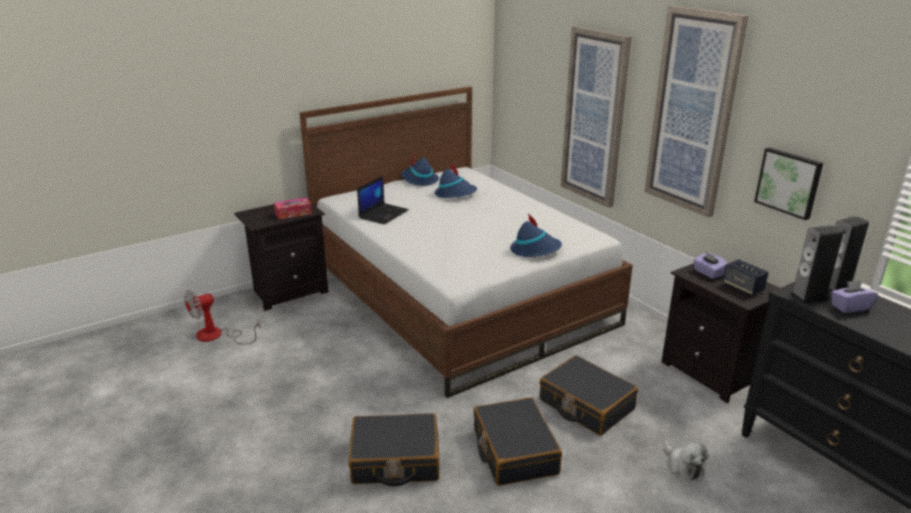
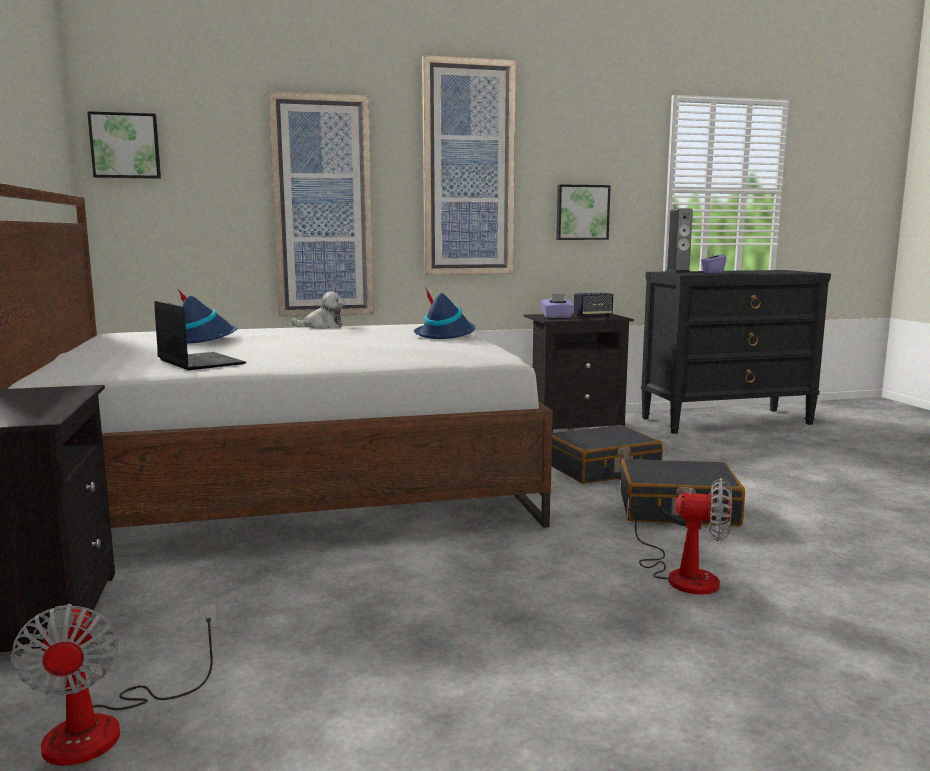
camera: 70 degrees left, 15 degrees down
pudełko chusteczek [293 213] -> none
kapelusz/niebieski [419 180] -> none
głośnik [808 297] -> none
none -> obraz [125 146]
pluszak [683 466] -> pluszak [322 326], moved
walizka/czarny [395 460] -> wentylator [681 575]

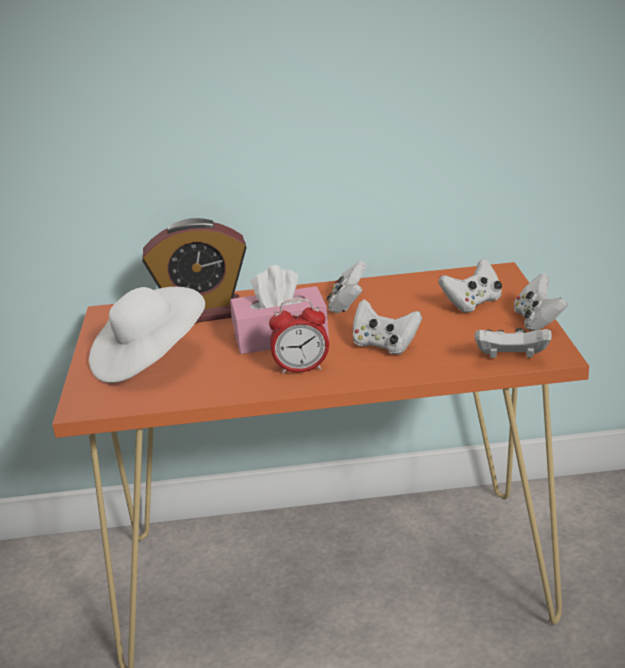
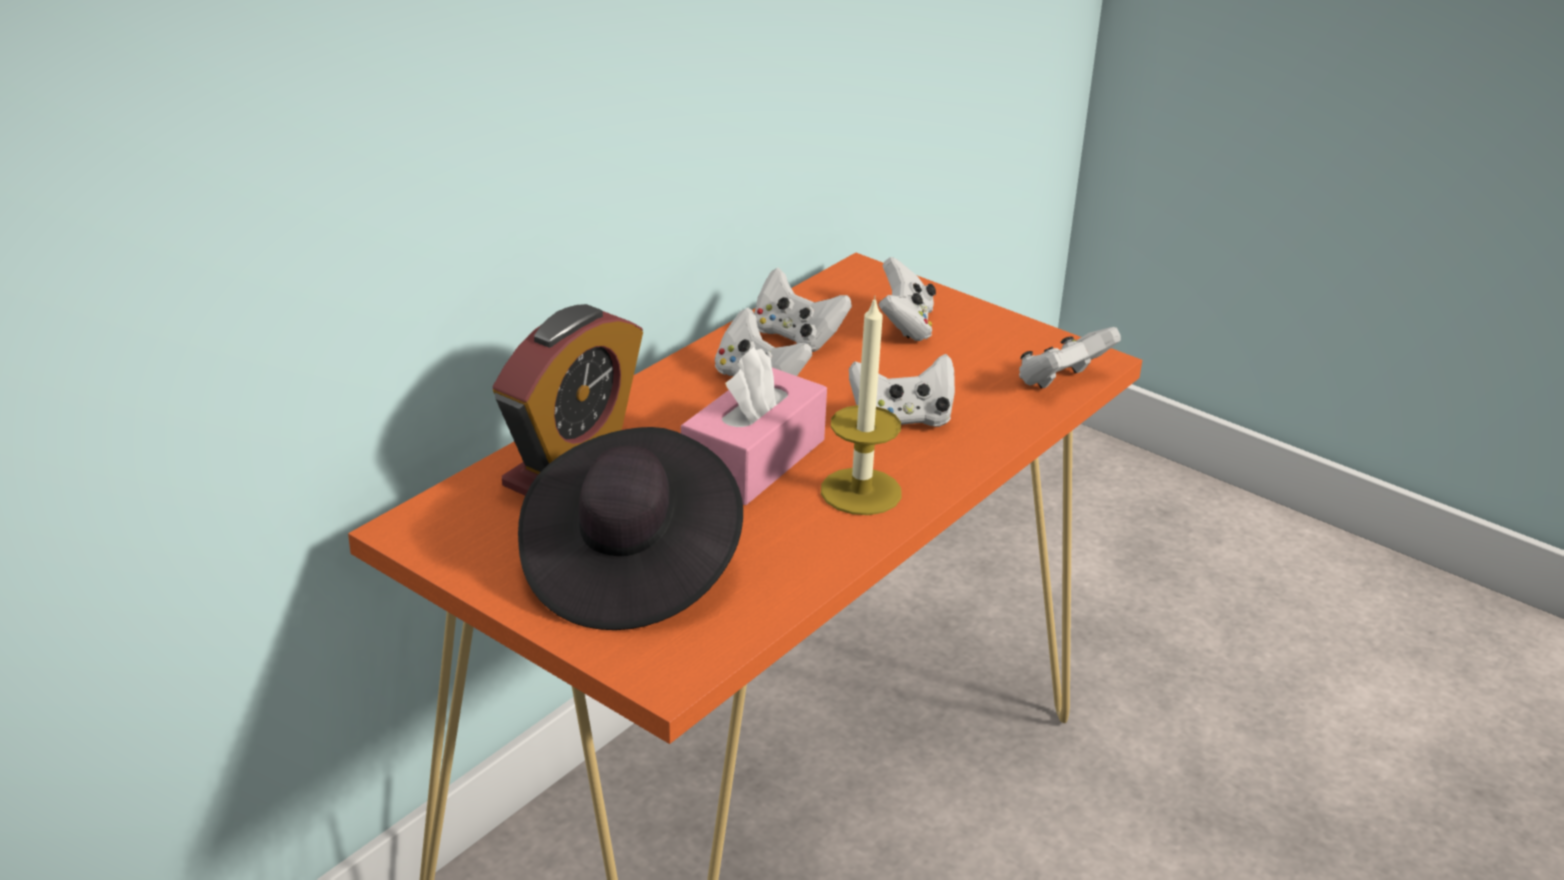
camera: 50 degrees left, 5 degrees up
pad do gier/biały [537 321] -> pad do gier/biały [796 337], moved
budzik [301 369] -> świeca [861 491]
kapelusz/biały [149 359] -> kapelusz/czarny [629 569]

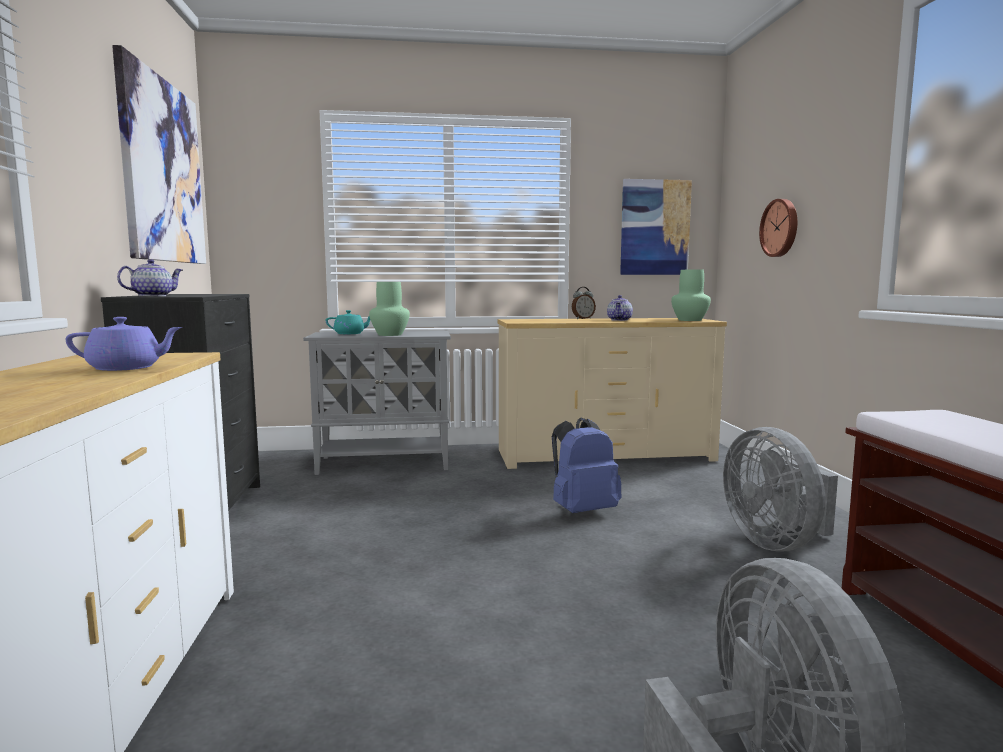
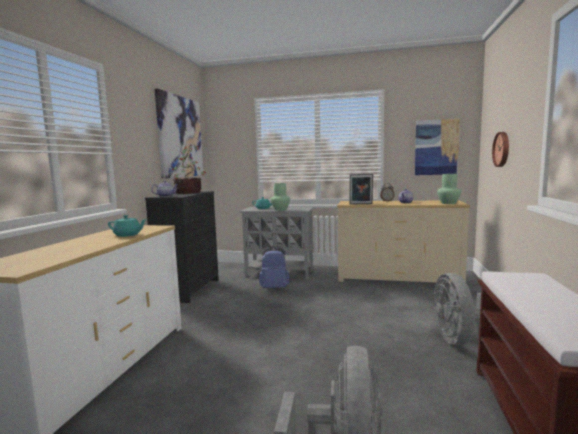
camera: 20 degrees right, 0 degrees up
none -> roślina doniczkowa [189 192]
none -> ramka na zdjęcie [361 204]
plecak/niebieski [582 510] -> plecak/niebieski [274 288], moved
imbryk/fioletowy [127 368] -> imbryk/turkusowy [128 235]

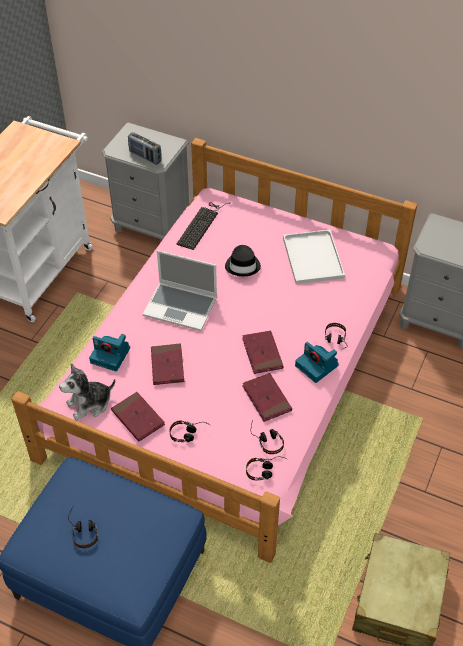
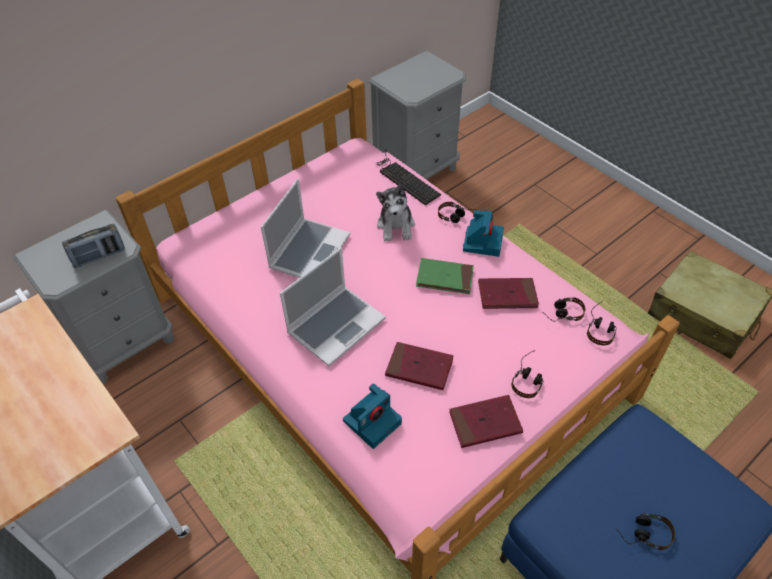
camera: 65 degrees left, 0 degrees up
taca/biały [312 257] -> none
pluszak [89 404] -> pluszak [396 226], moved
klawiatura [201 224] -> klawiatura [404 178], moved
kapelusz/czarny [243 265] -> laptop [309 251]
książka/czerwony [262 353] -> książka/zielony [444 278]
aparat fotograficzny [317 366] -> aparat fotograficzny [482 241], 60 degrees counterclockwise

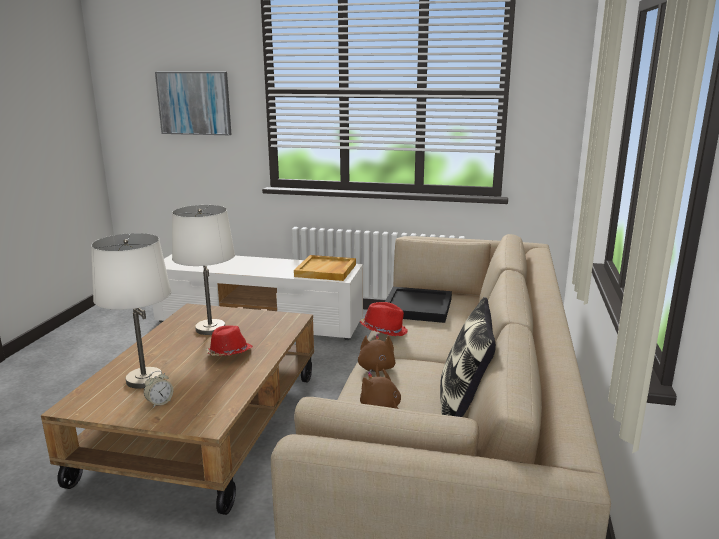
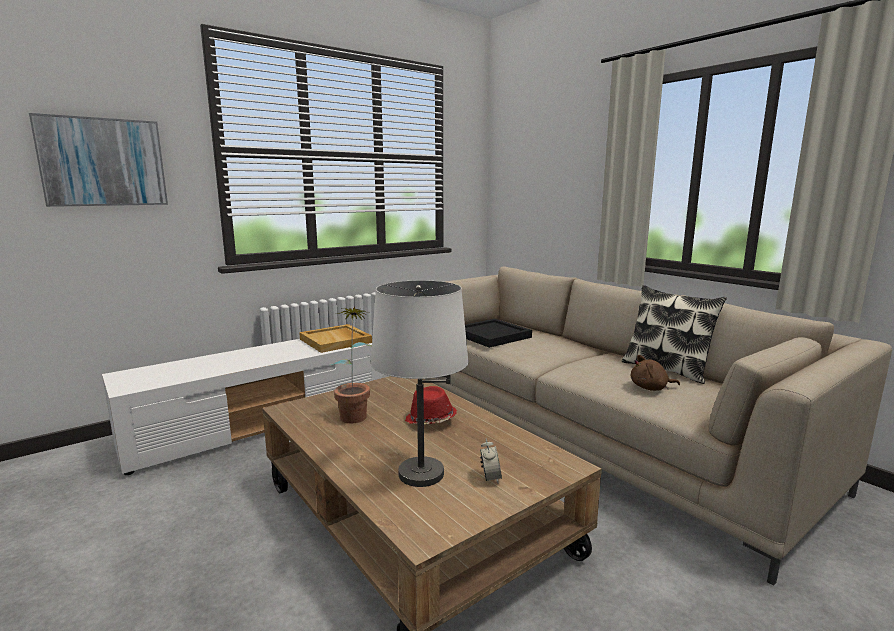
camera: 50 degrees left, 5 degrees down
pluszak/brązowy [376 369] -> none
kapelusz/czerwony [383 330] -> none
lampa stołowa/biały [210 328] -> roślina doniczkowa [355 414]

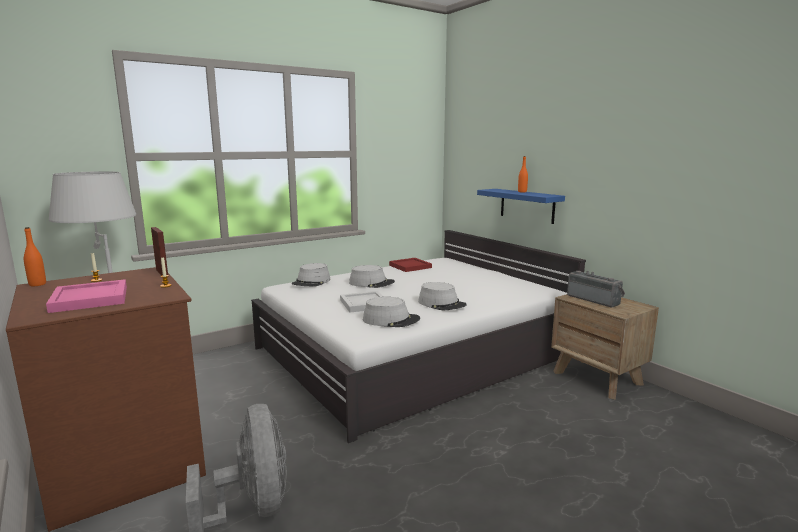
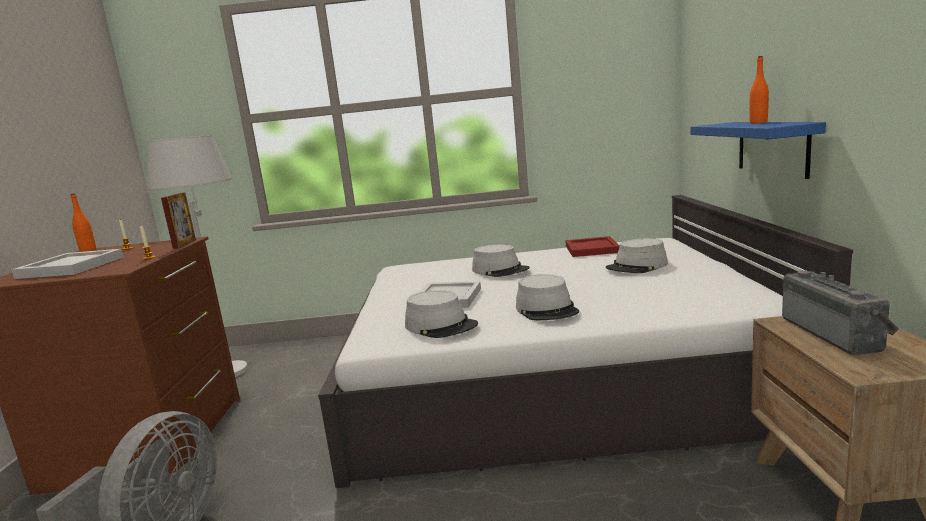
camera: 35 degrees right, 0 degrees up
kapelusz/szary [311 282] -> kapelusz/szary [637 266], moved
taca/różowy [89 299] -> taca/biały [71 267]

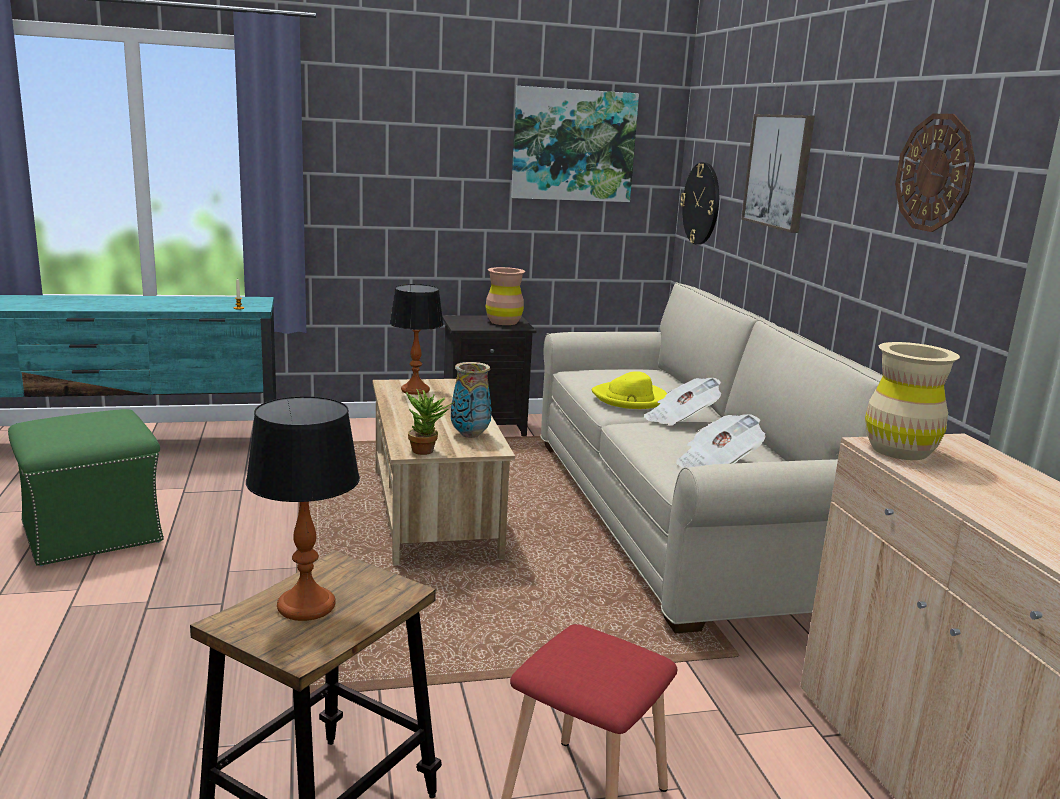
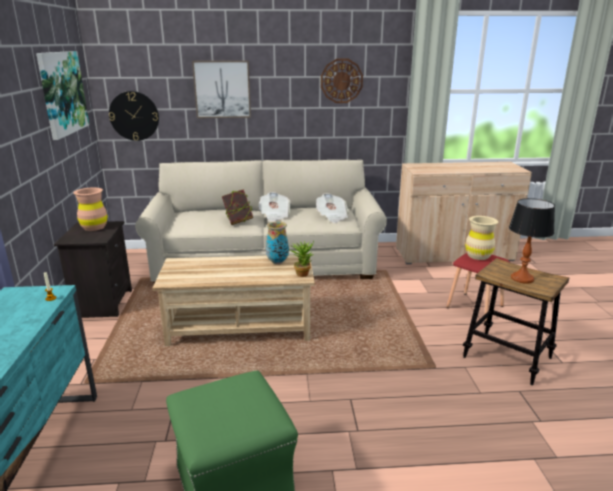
camera: 80 degrees left, 5 degrees up
lampa stołowa [415 390] -> none
wazon/beżowy [899 450] -> wazon/beżowy [478 256], moved
kapelusz/żółty [630 399] -> książka [238 221]

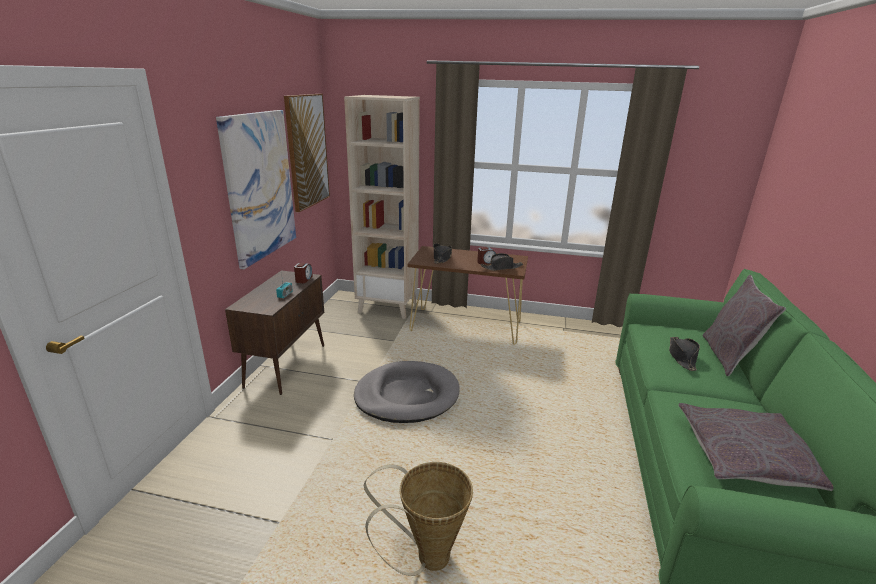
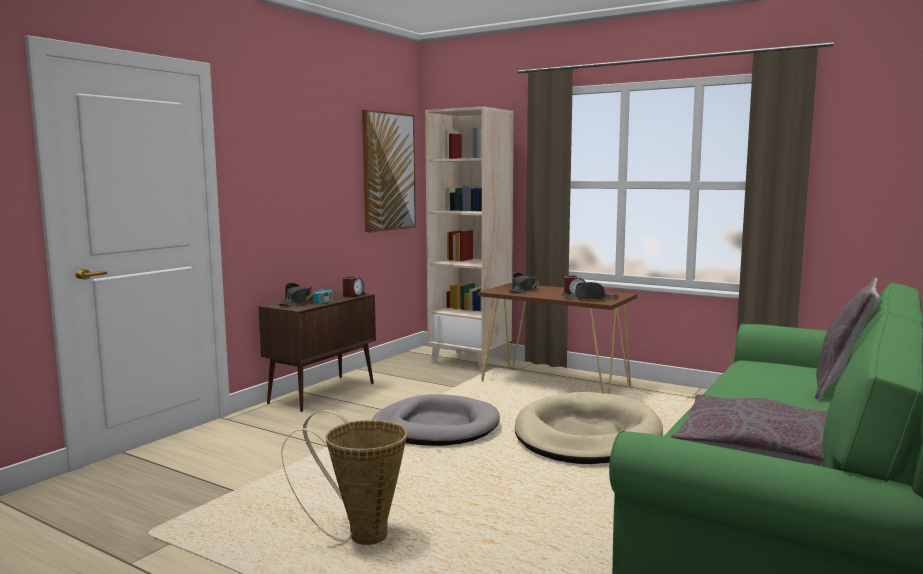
camera: 20 degrees right, 15 degrees down
obraz [259 186] -> none
none -> legowisko/beżowy [587 436]
kapelusz/czarny [682 357] -> kapelusz/czarny [298 302], moved

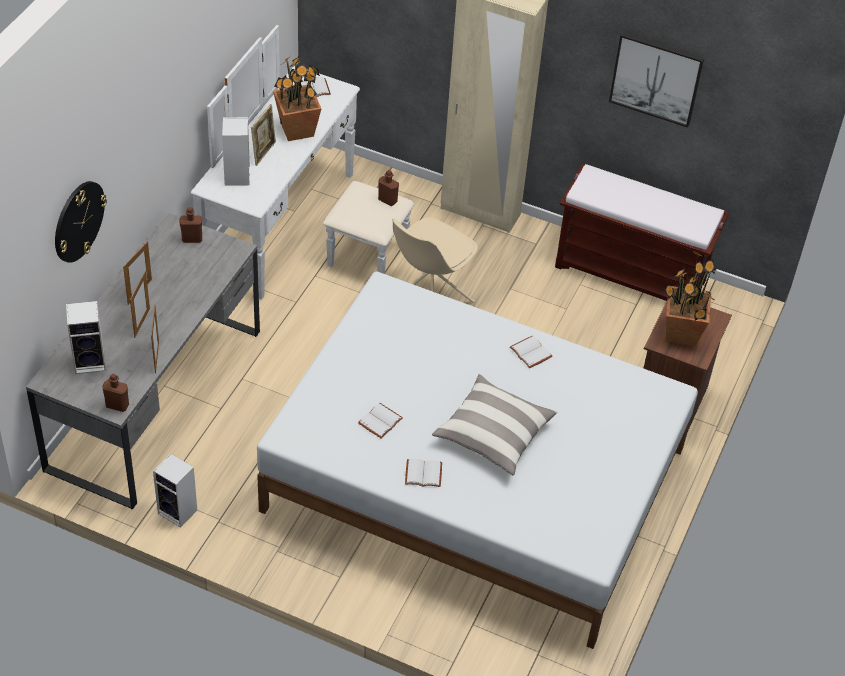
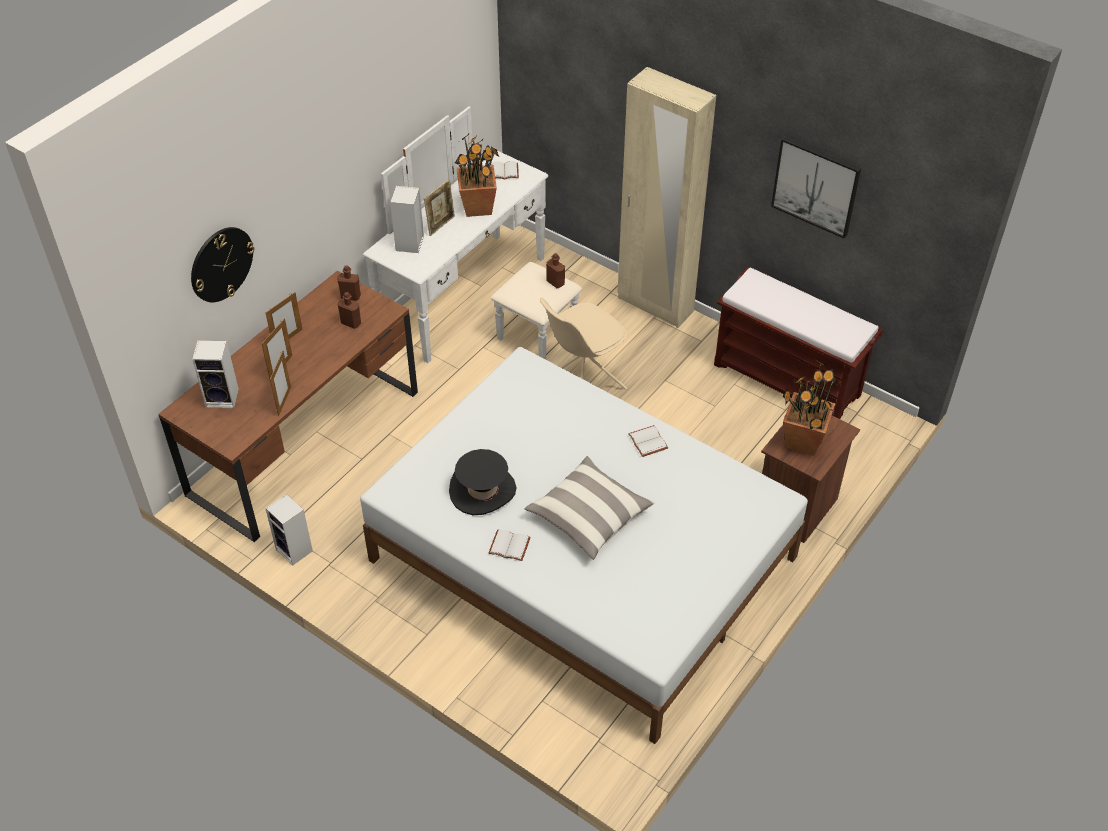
camera: 15 degrees right, 0 degrees up
butelka/brązowy [117 405] -> butelka/brązowy [351 323], moved
książka/biały [380 422] -> kapelusz/czarny [482 490]
biurko/szary [156 399] -> biurko/brązowy [305 442]

